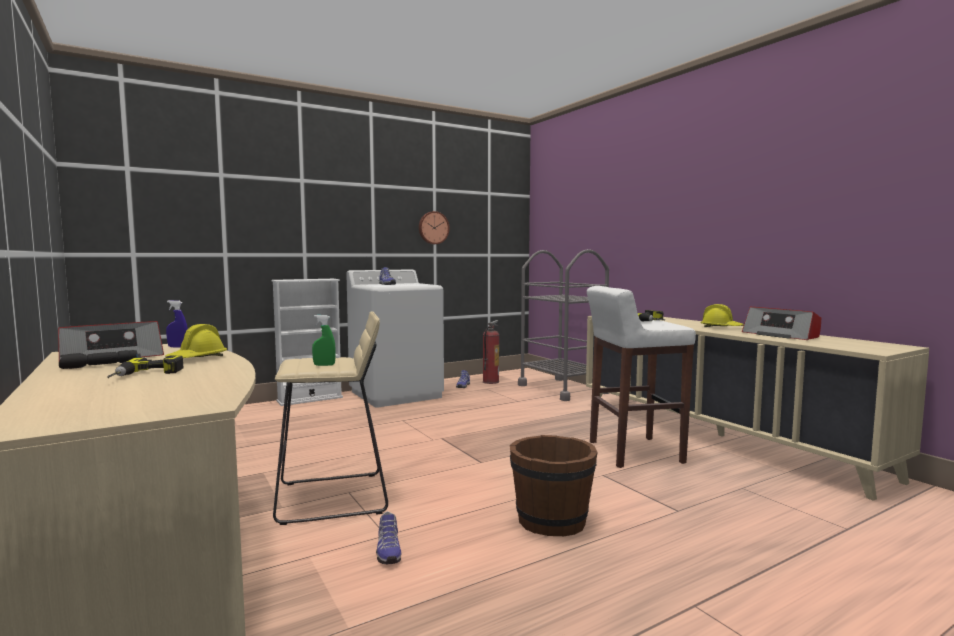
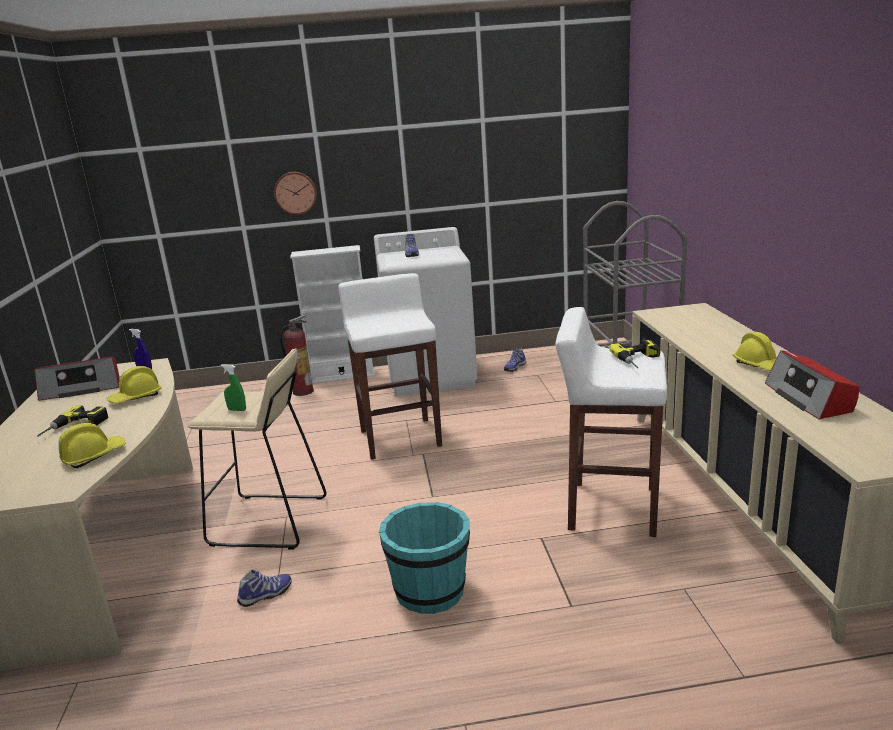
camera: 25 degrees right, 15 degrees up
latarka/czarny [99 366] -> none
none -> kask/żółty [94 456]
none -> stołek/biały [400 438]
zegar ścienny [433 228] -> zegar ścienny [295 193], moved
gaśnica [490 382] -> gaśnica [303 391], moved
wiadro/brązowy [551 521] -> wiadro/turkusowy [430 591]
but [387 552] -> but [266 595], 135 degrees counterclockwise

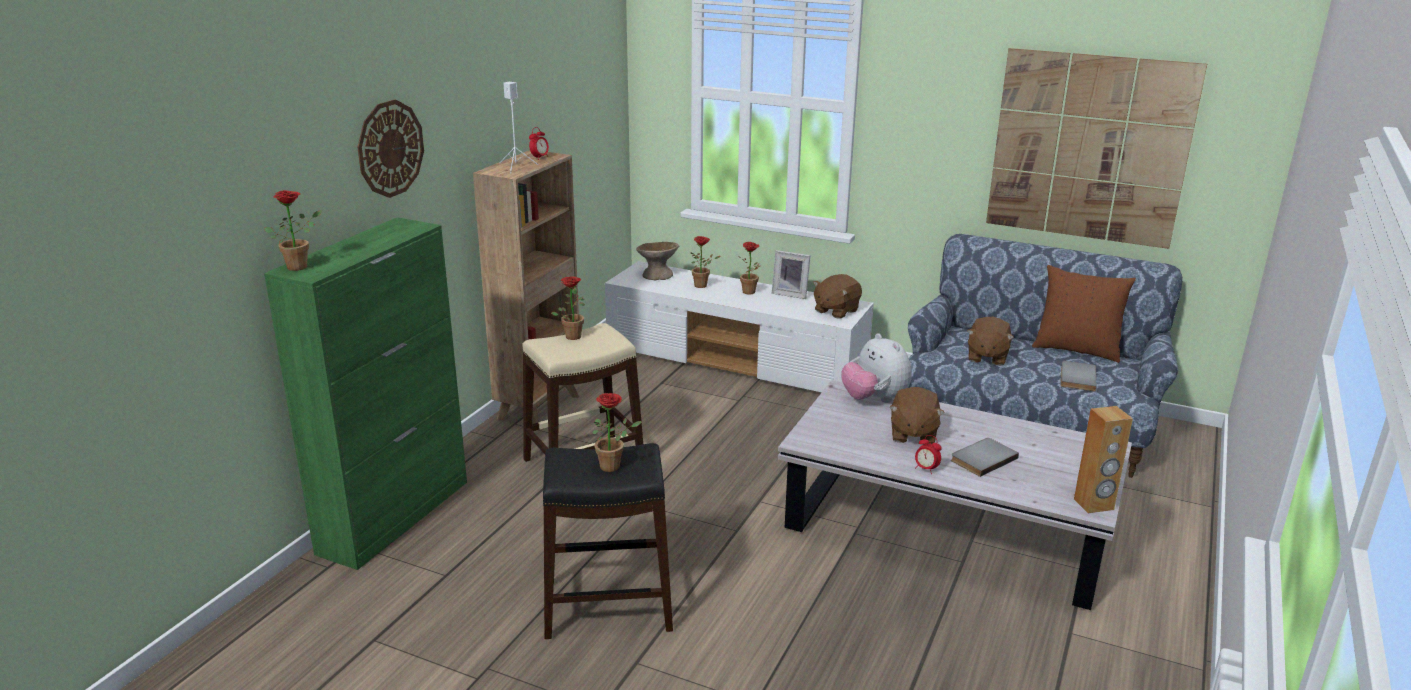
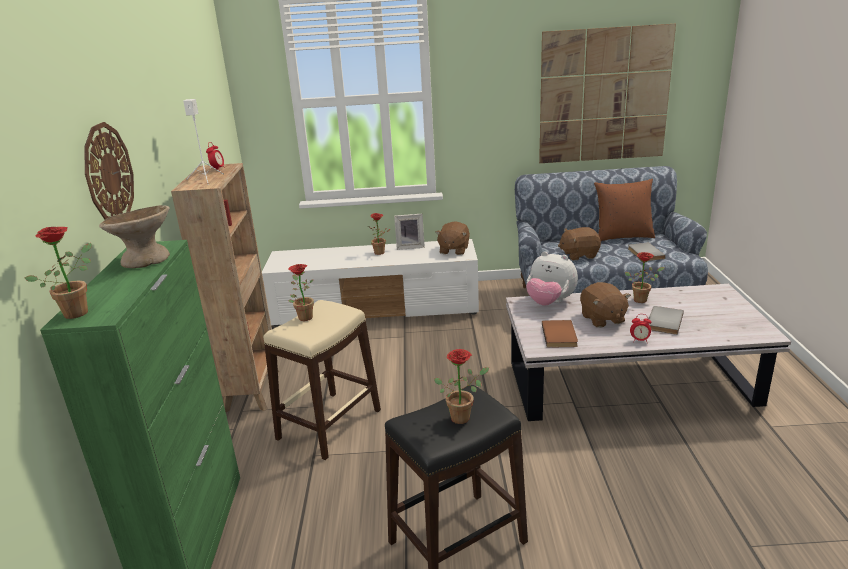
camera: 25 degrees left, 0 degrees up
głośnik/brązowy [1094 504] -> none
none -> książka/brązowy [561 335]
miska/beżowy [657 275] -> miska/beżowy [145 259], moved
roślina doniczkowa [703 285] -> roślina doniczkowa [642 299], moved
pluszak/brązowy [986 357] -> pluszak/brązowy [579 255], 90 degrees clockwise

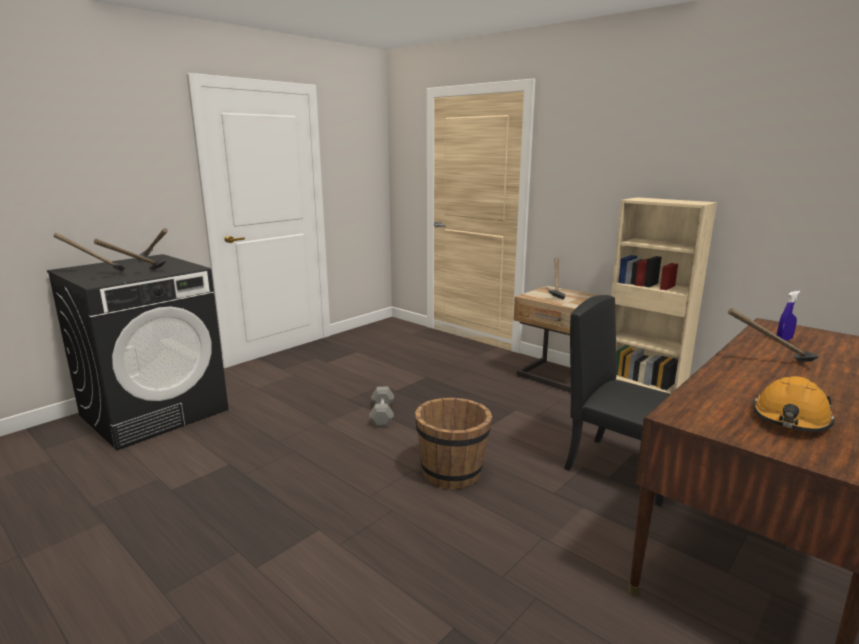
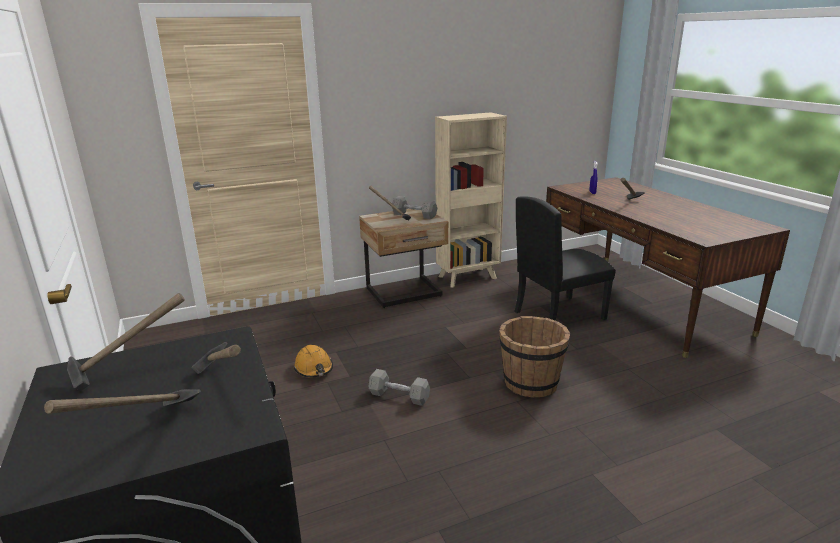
camera: 65 degrees left, 5 degrees up
none -> hantel/szary [414 215]
kask/pomarańczowy [790 419] -> kask/pomarańczowy [314 368], moved

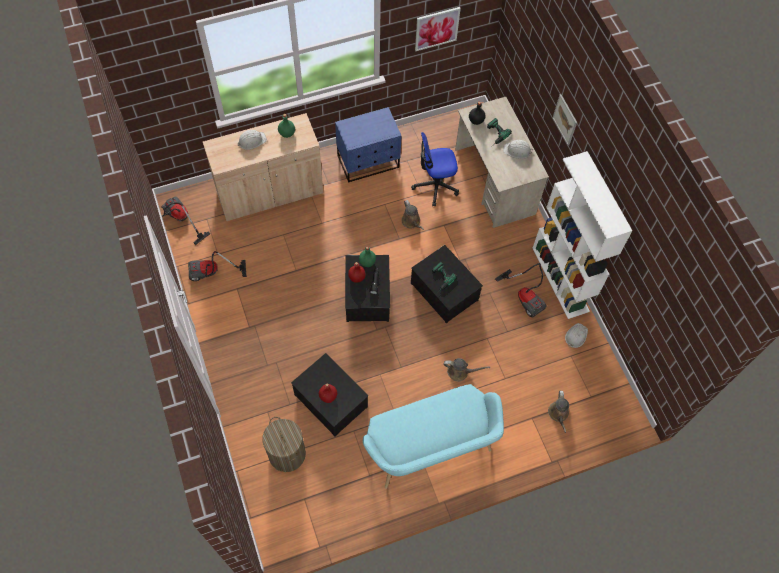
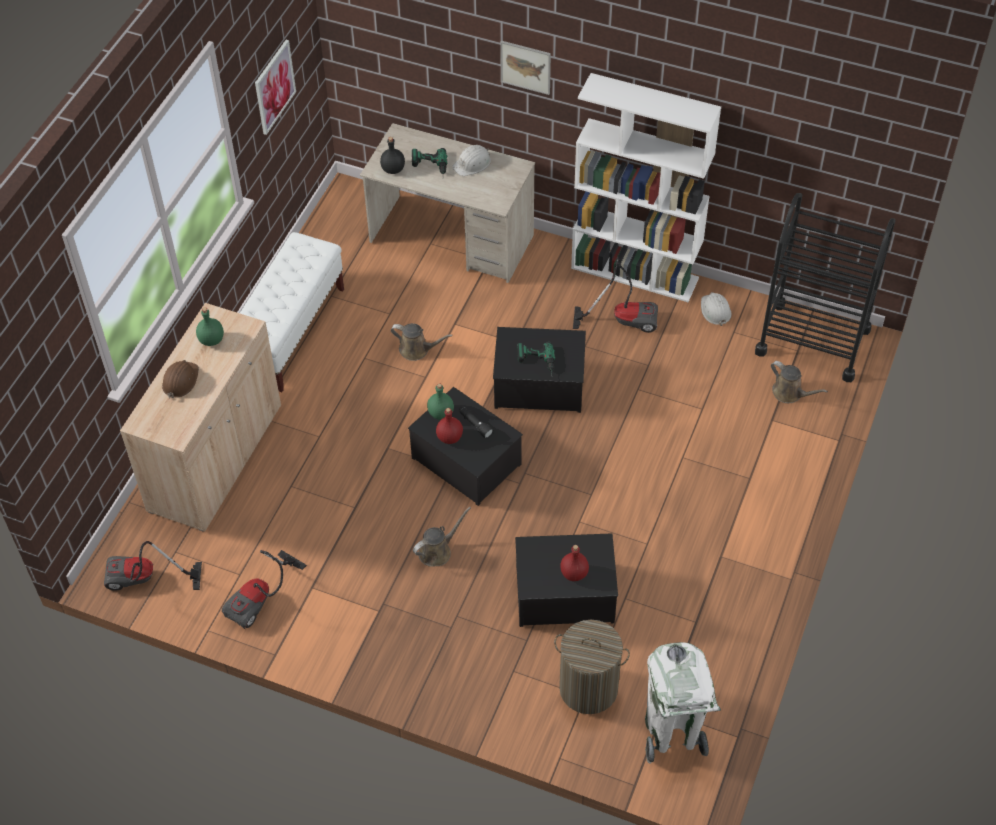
camera: 45 degrees left, 10 degrees down
ławka/turkusowy [430 450] -> none
krzesło biurowe [435 185] -> none
none -> kosz na śmieci/biały [672 733]
none -> wózek/czarny [812 341]
konewka/brązowy [460 372] -> konewka/brązowy [437 551], moved
szafka nocna/niebieski [368 162] -> ławka/biały [290 332]
kask/biały [252 141] -> kask/brązowy [180 381]

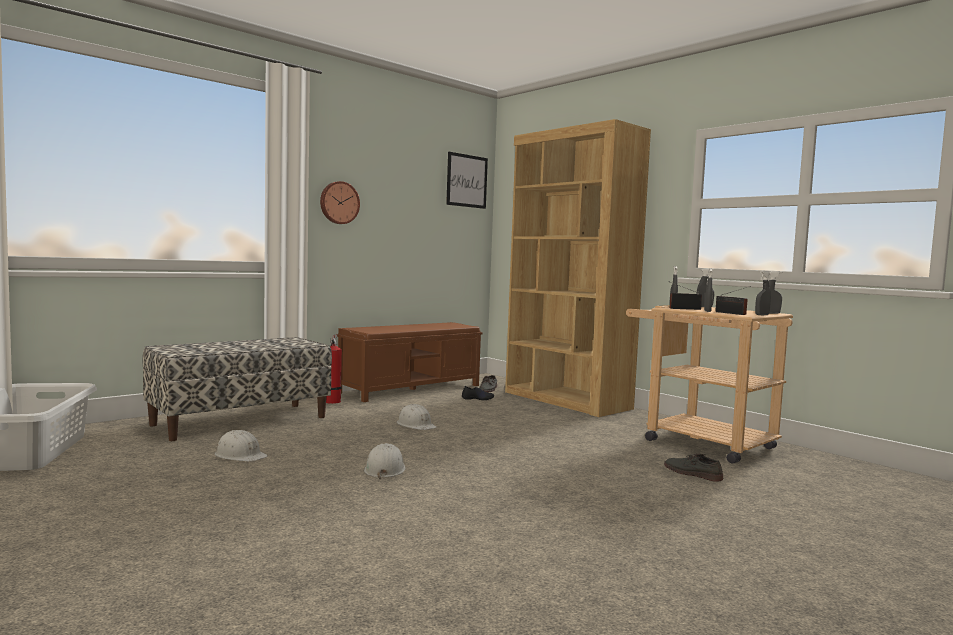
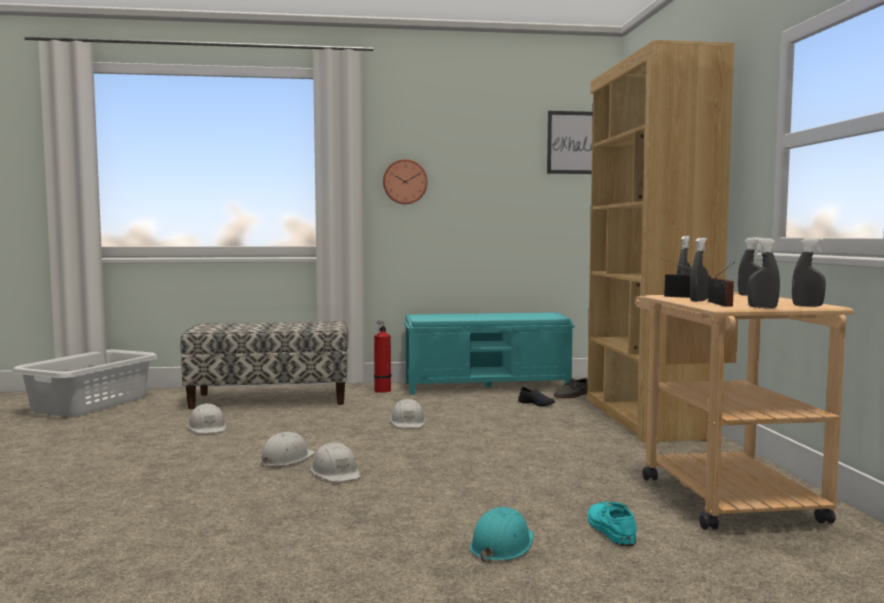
camera: 35 degrees right, 0 degrees up
none -> kask/biały [336 472]
none -> kask/turkusowy [502 545]
ławka/brązowy [412 389] -> ławka/turkusowy [487 386]
but/szary [692 473] -> but/turkusowy [609 529]

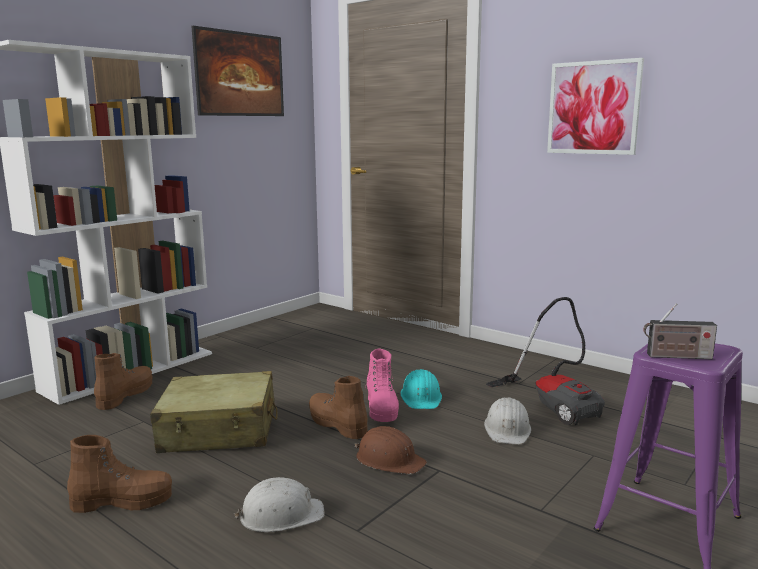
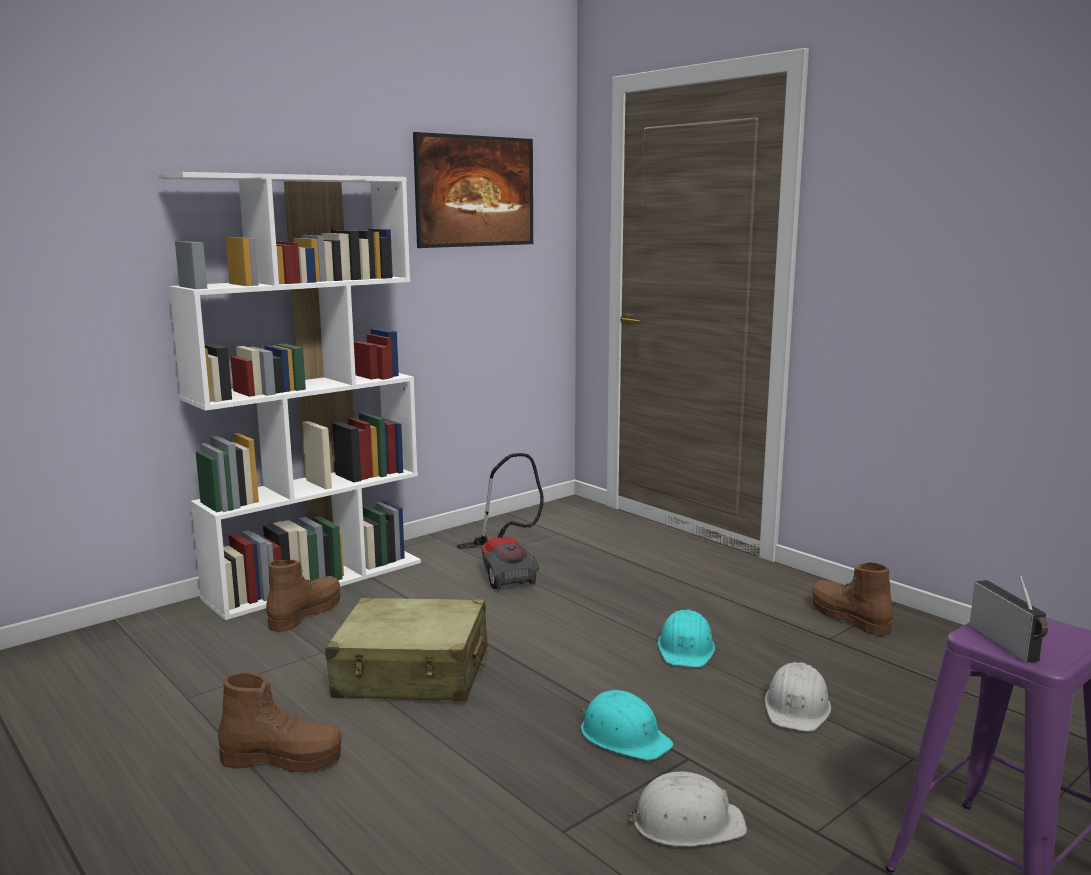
camera: 10 degrees right, 0 degrees up
but z cholewką/różowy [382 409] -> none
obraz [593 108] -> none
kask/biały [281 515] -> kask/biały [686 823], moved
but z cholewką/brązowy [337 424] -> but z cholewką/brązowy [848 618], moved
odkurzacz [554 404] -> odkurzacz [505 570], moved
kask/brązowy [389 460] -> kask/turkusowy [624 736]
radio [676 356] -> radio [1007 644], 120 degrees counterclockwise

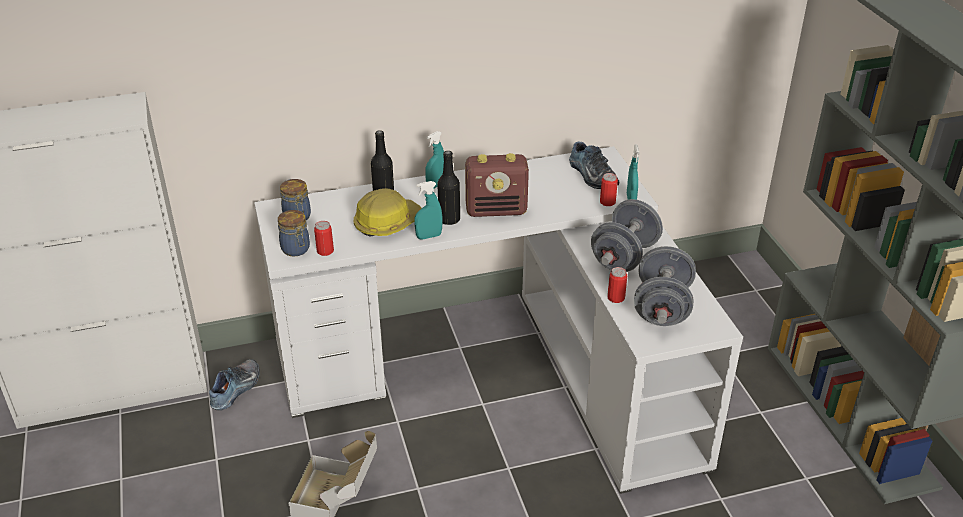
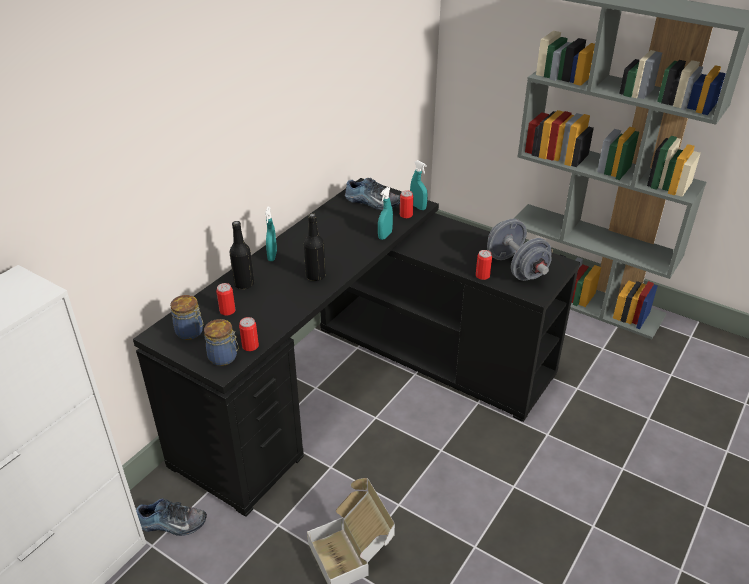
camera: 40 degrees left, 0 degrees up
kask [387 223] -> none
radio [497 210] -> none
hantel/szary [624 256] -> none
none -> puszka [227 311]
spryskiwacz/turkusowy [429 236] -> spryskiwacz/turkusowy [385 235], moved
biurko/biały [507 365] -> biurko/czarny [362 381]
but [237 389] -> but [171 524], 105 degrees clockwise

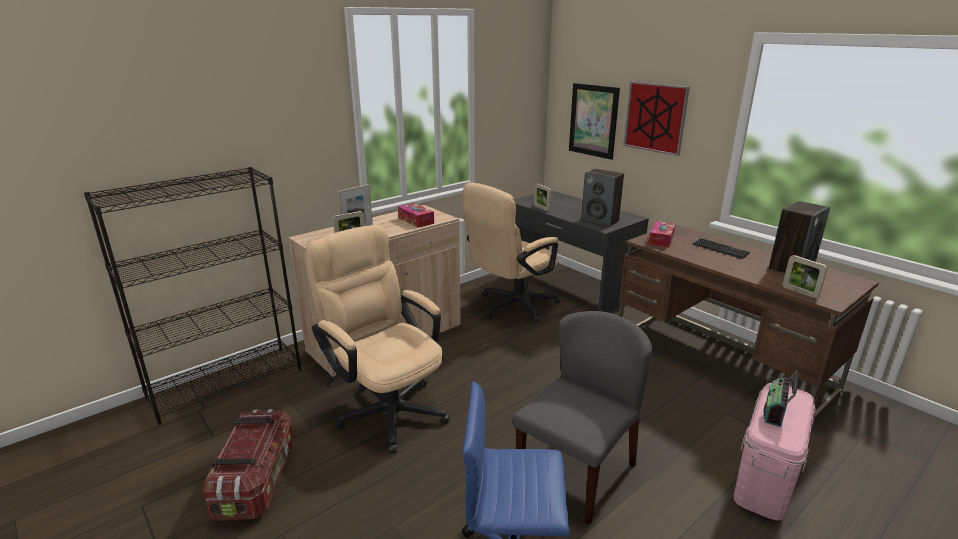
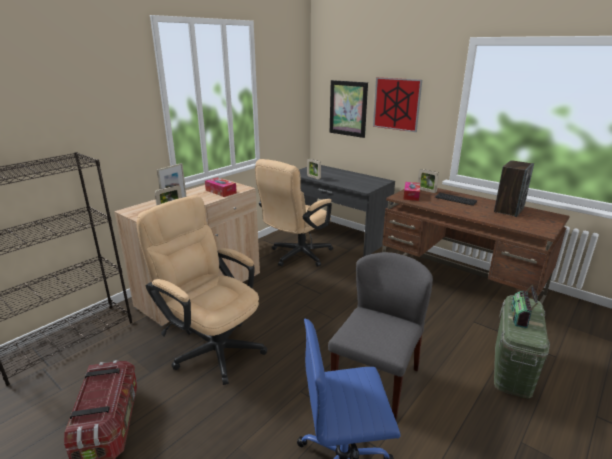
camera: 10 degrees left, 0 degrees up
głośnik [600 221] -> none
ramka na zdjęcie [800 292] -> ramka na zdjęcie [426 190], moved
pojemnik do przechowywania/różowy [765 480] -> pojemnik do przechowywania/zielony [513 368]

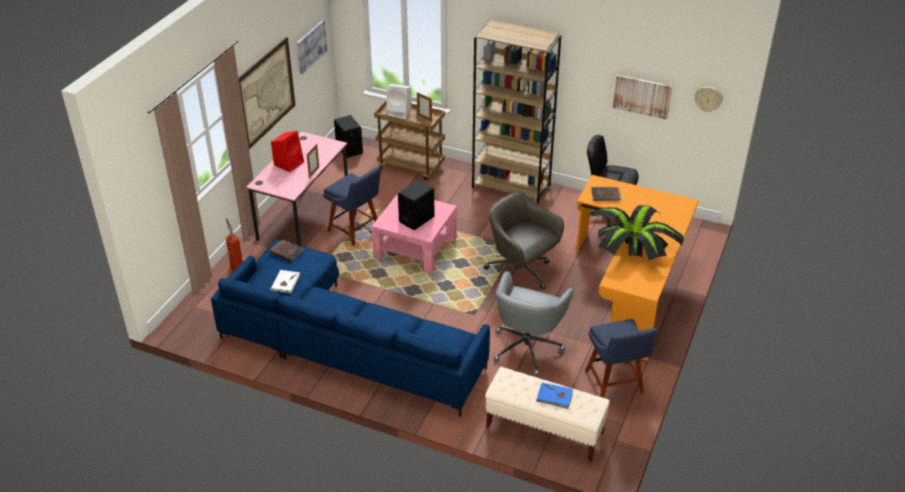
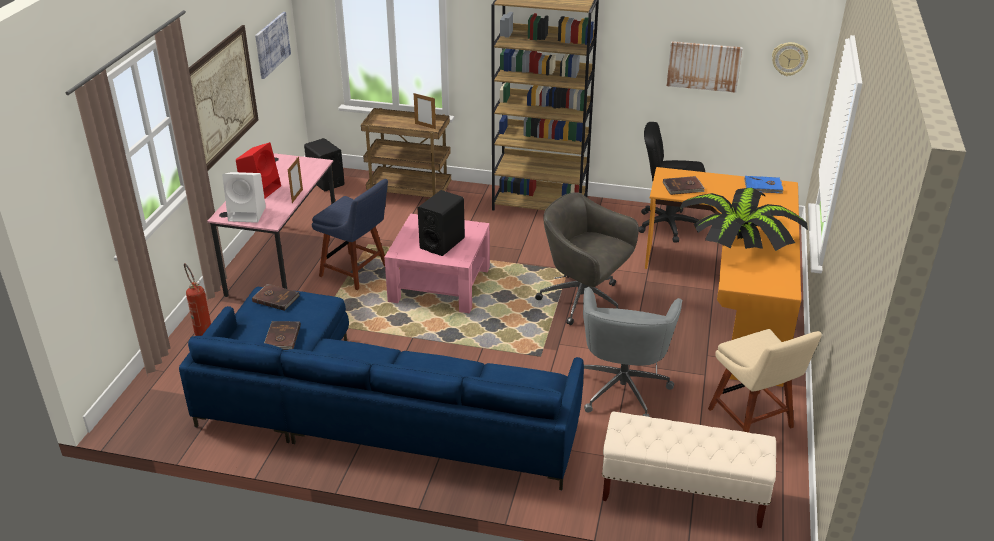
camera: 10 degrees left, 5 degrees down
głośnik/biały [399 113] -> głośnik/biały [248 214], moved
książka/niebieski [554 397] -> książka/niebieski [763 186], moved
książka/biały [285 283] -> książka/brązowy [281 337]
krzesło/niebieski [615 384] -> krzesło/beżowy [753 420]

